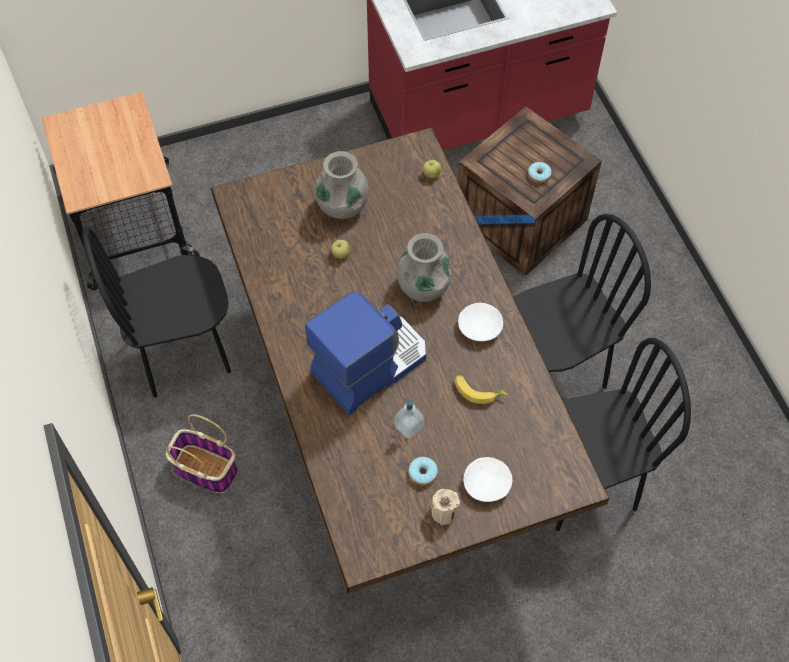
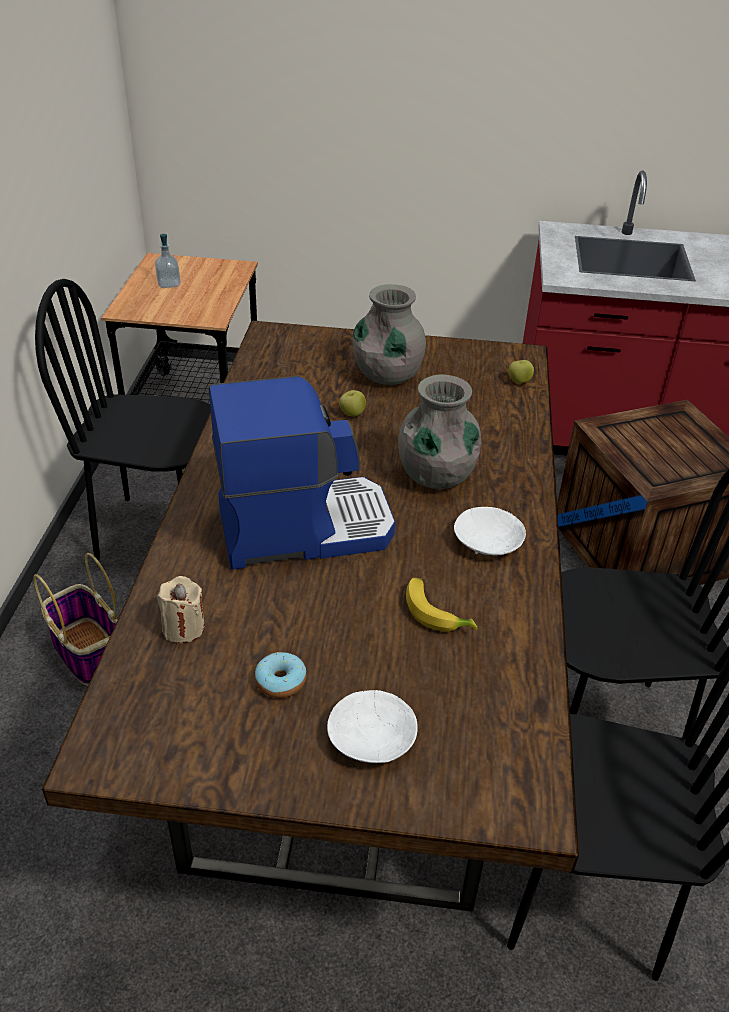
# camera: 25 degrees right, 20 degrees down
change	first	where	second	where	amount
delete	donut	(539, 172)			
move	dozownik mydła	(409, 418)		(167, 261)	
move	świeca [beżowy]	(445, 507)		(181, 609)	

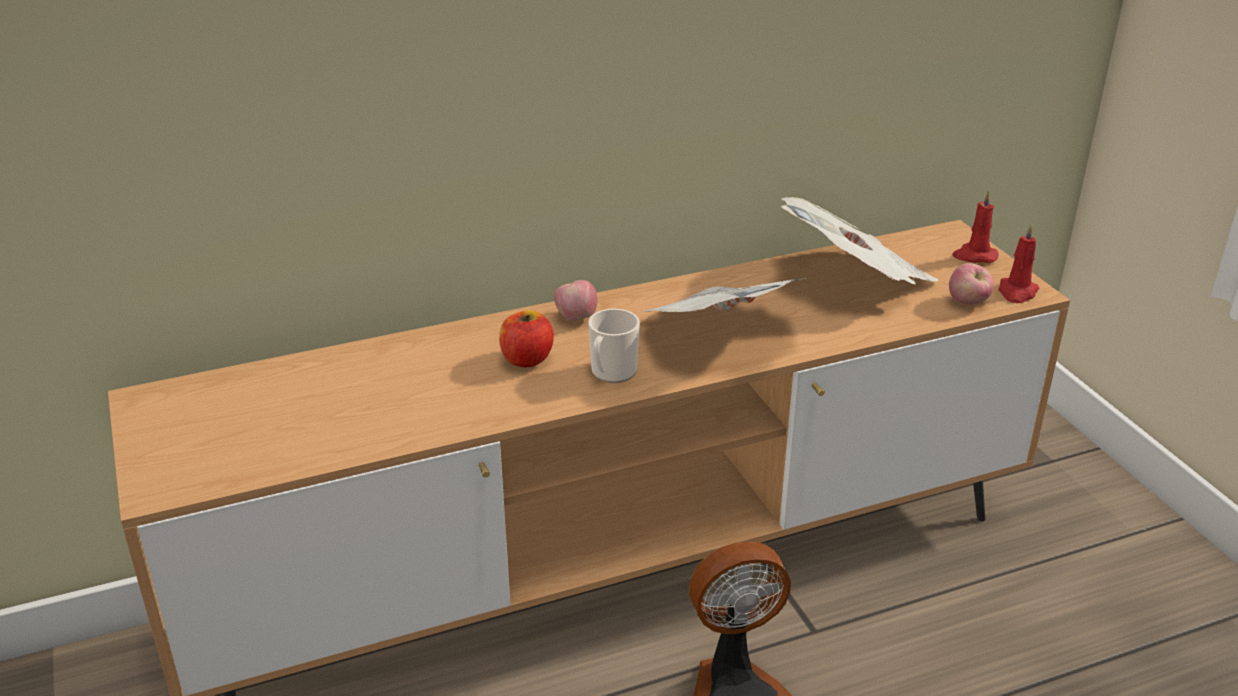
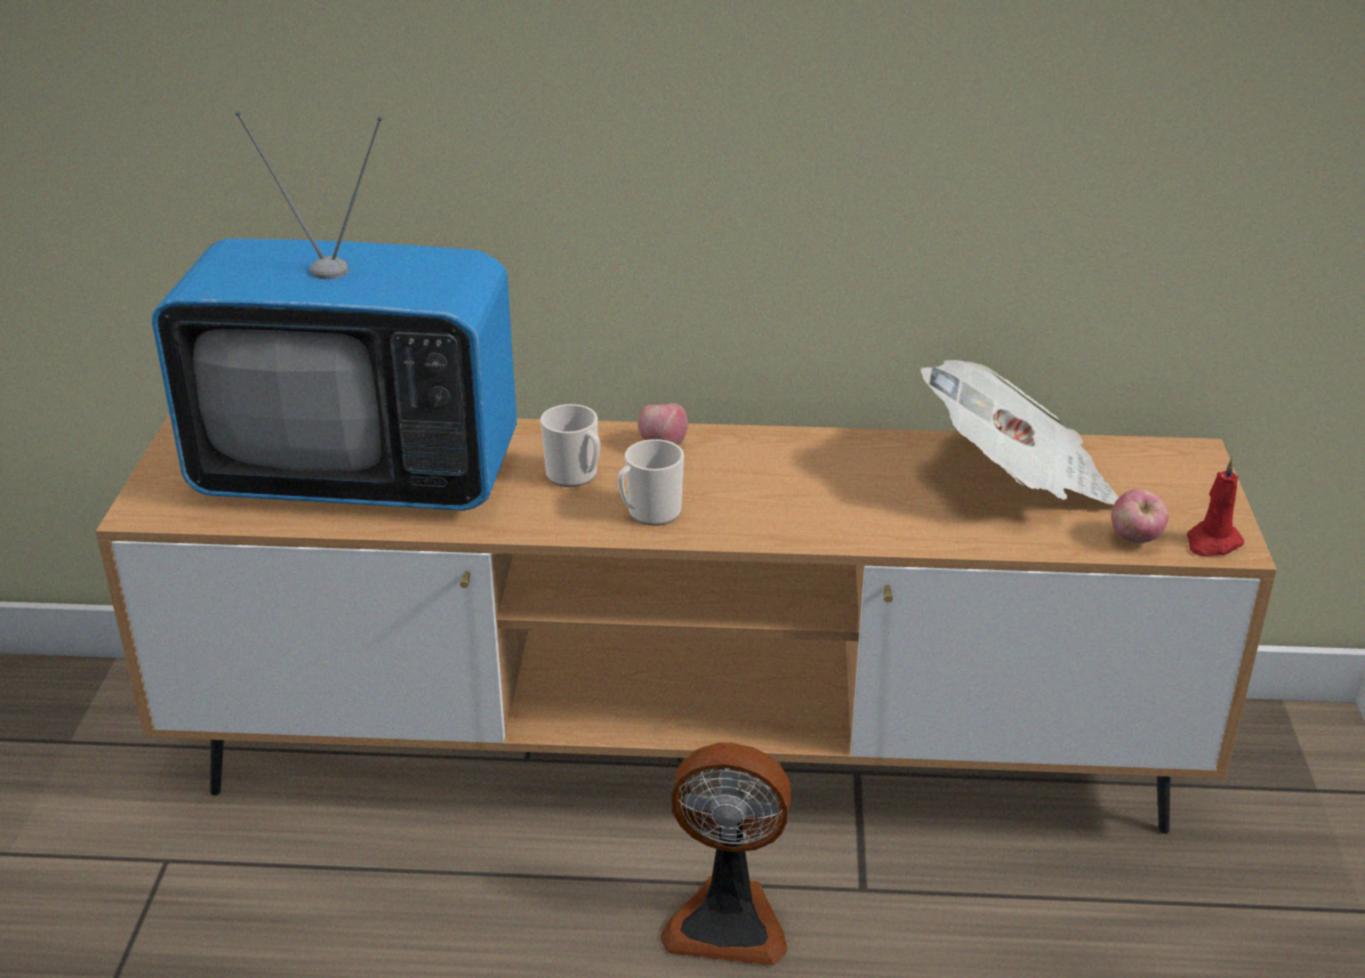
# camera: 25 degrees right, 0 degrees up
change	first	where	second	where	amount
delete	świeca [czerwony]	(975, 227)			
delete	gazeta	(722, 295)			
replace	jabłko	(526, 338)	kubek	(570, 445)	
insert			telewizor	(334, 311)	

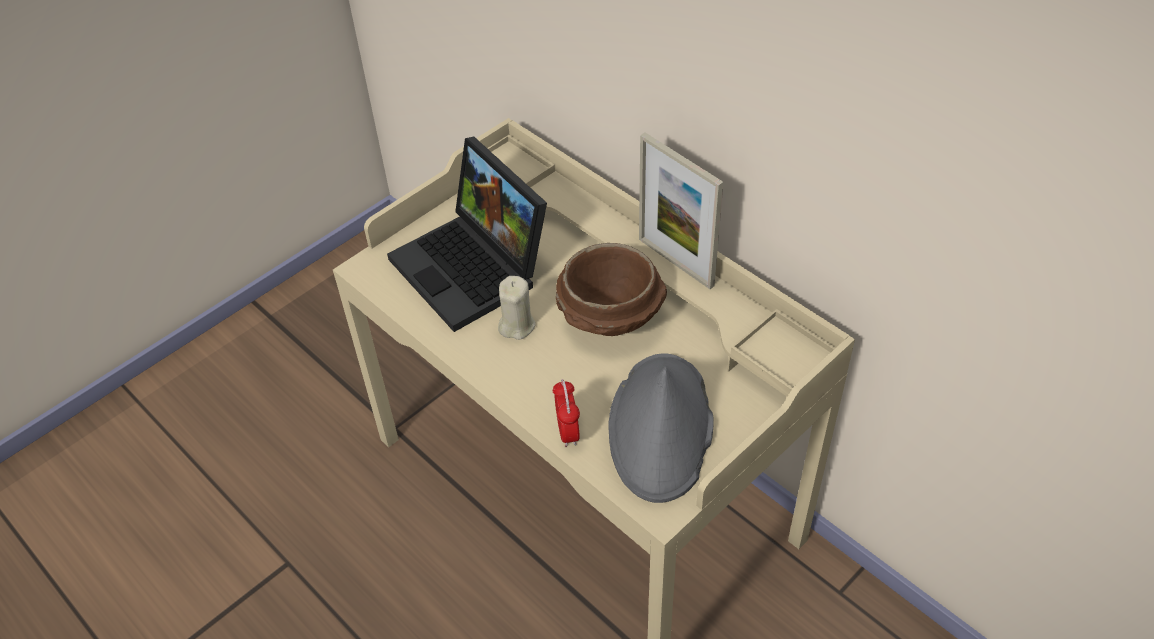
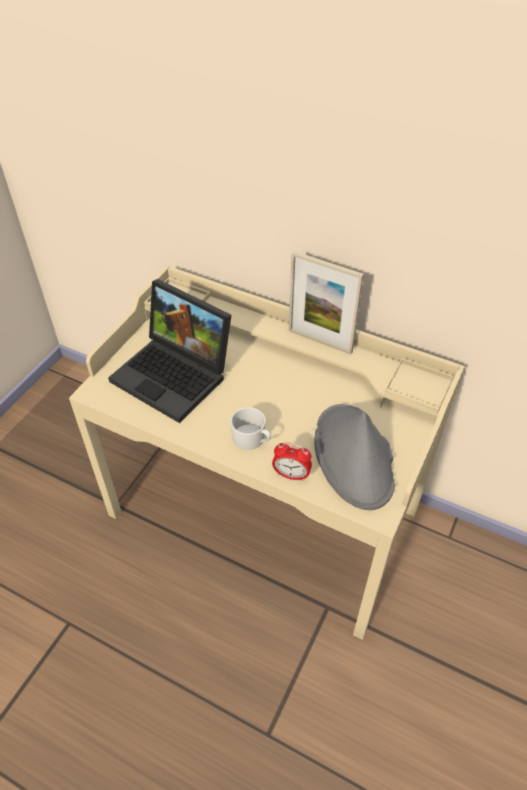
# camera: 20 degrees left, 0 degrees up
change	first	where	second	where	amount
delete	miska [brązowy]	(611, 289)			
delete	świeca [beżowy]	(517, 308)			
rotate	budzik	(566, 413)		(292, 461)	135 degrees clockwise
insert			kubek [biały]	(250, 428)	

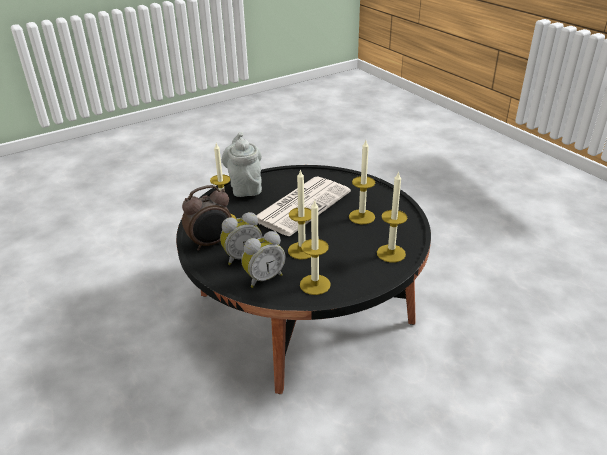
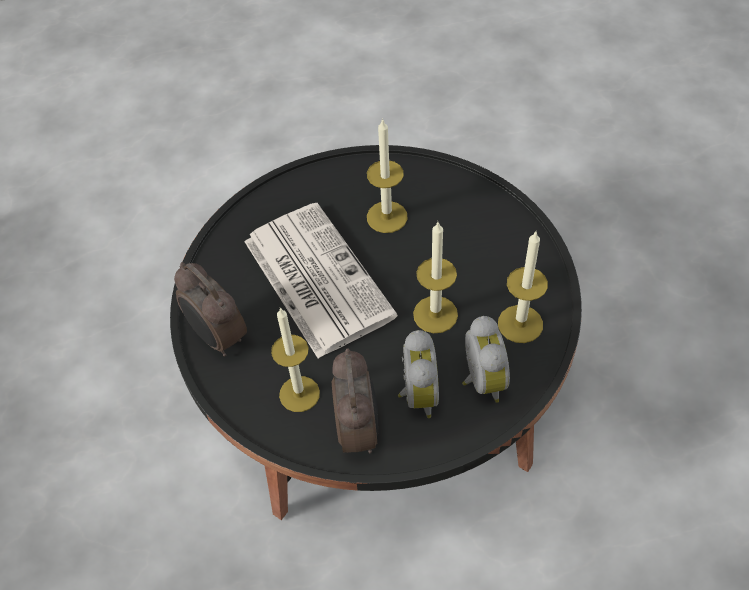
# camera: 65 degrees left, 20 degrees up
change	first	where	second	where	amount
replace	imbryk [szary]	(242, 164)	budzik	(210, 309)	
delete	świeca	(392, 216)			

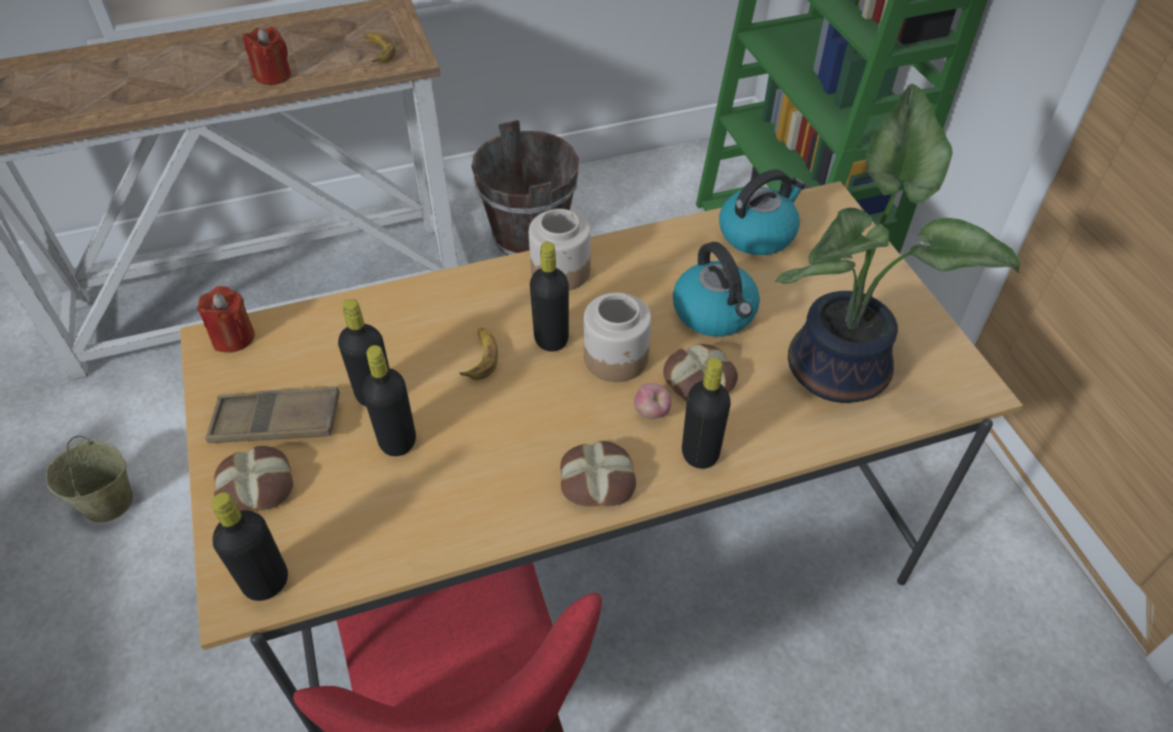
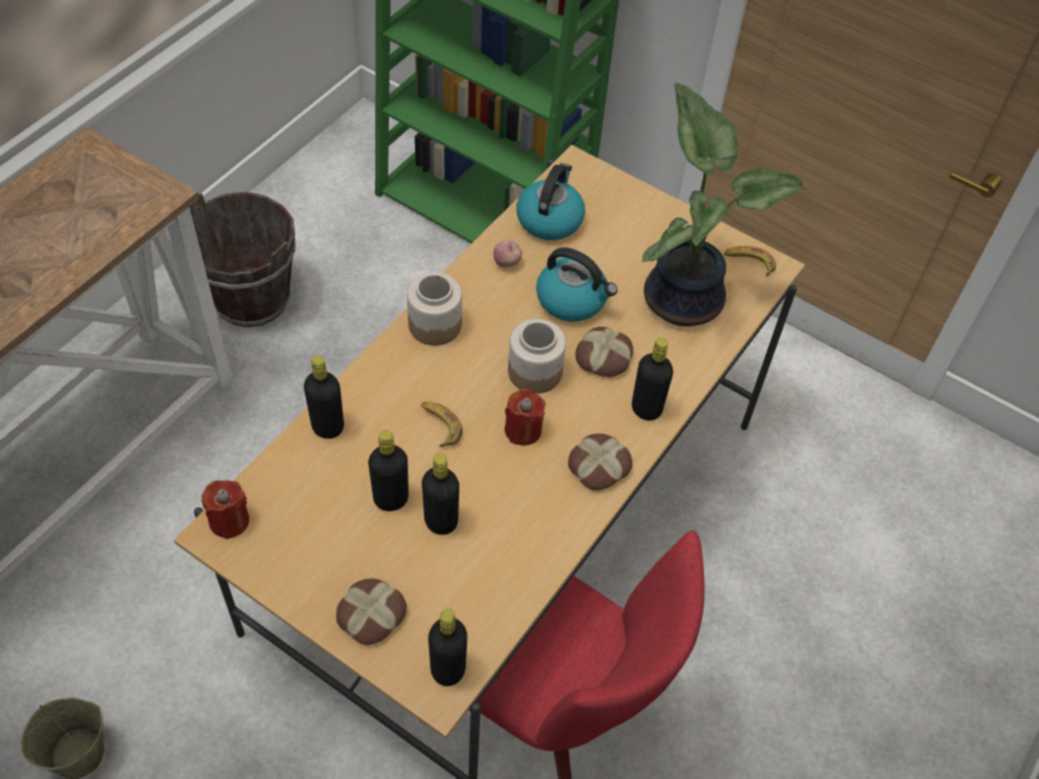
# camera: 40 degrees left, 5 degrees up
change	first	where	second	where	amount
move	świeca [czerwony]	(267, 56)		(525, 417)	
move	banan	(380, 48)		(750, 261)	
move	butelka [czarny]	(549, 297)		(324, 397)	
move	jabłko	(652, 401)		(507, 254)	
delete	taca [brązowy]	(272, 414)			

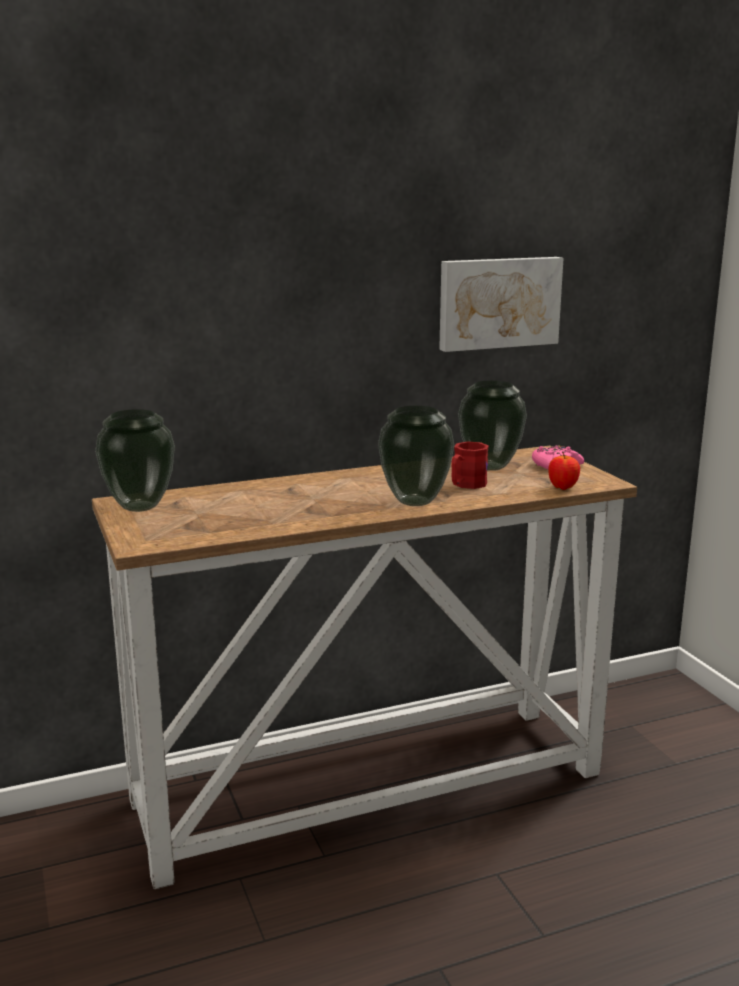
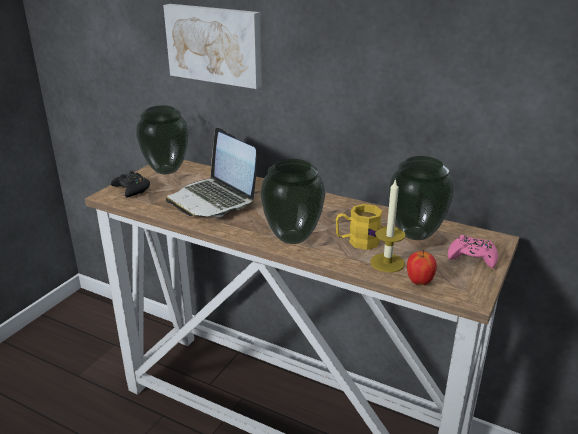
# camera: 50 degrees right, 10 degrees up
change	first	where	second	where	amount
move	obraz	(501, 304)		(212, 46)	
recolor	kubek [czerwony]	(470, 465)	kubek [żółty]	(359, 227)	
insert			laptop	(211, 172)	
insert			pad do gier [czarny]	(130, 183)	
insert			świeca	(388, 225)	

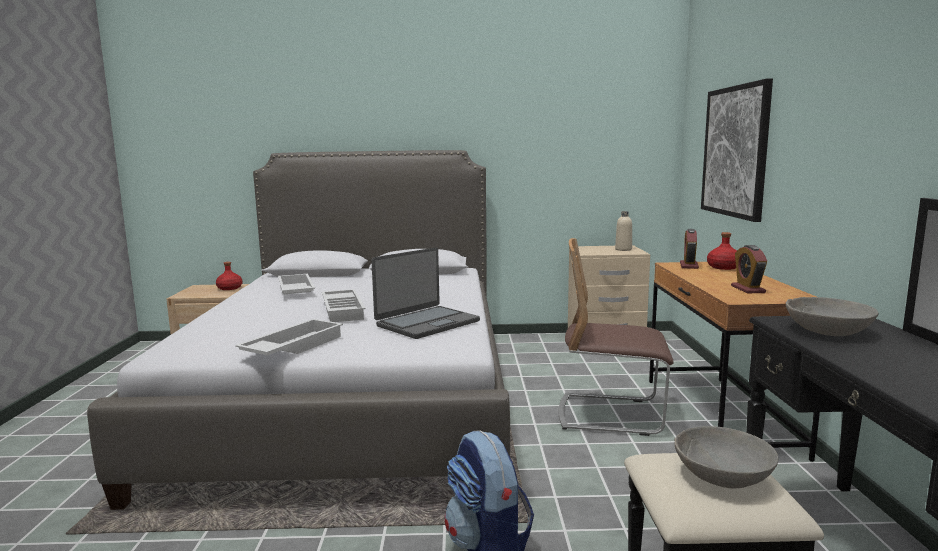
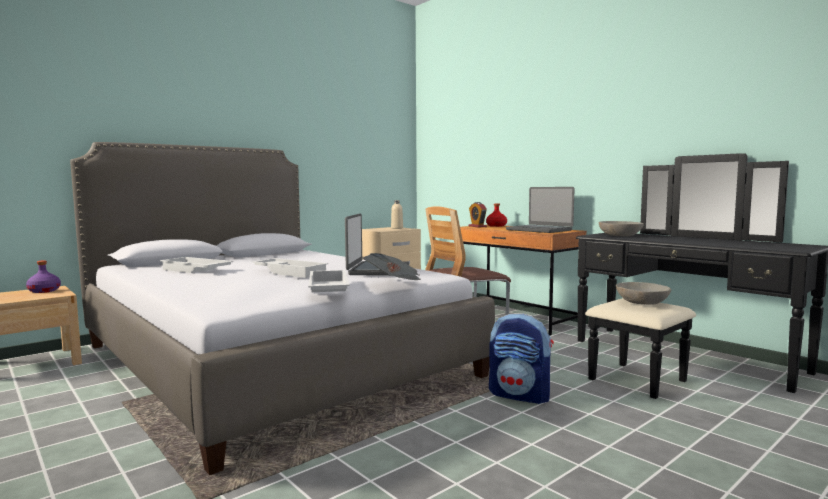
# camera: 40 degrees left, 5 degrees down
change	first	where	second	where	amount
delete	obraz	(737, 150)			
replace	budzik	(749, 269)	laptop	(540, 210)	
recolor	butelka [czerwony]	(229, 276)	butelka [fioletowy]	(43, 276)	
insert			gazeta	(392, 266)	

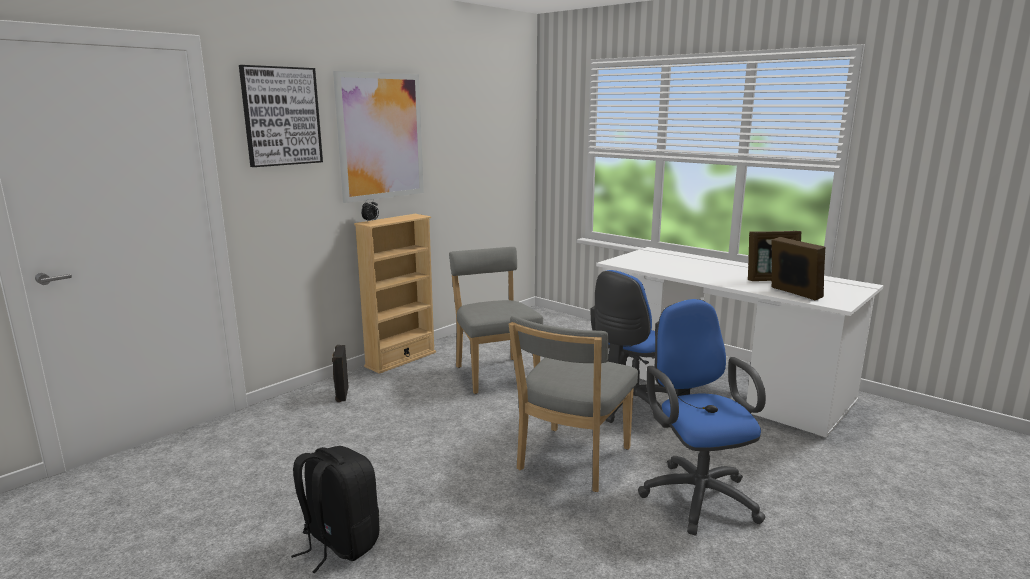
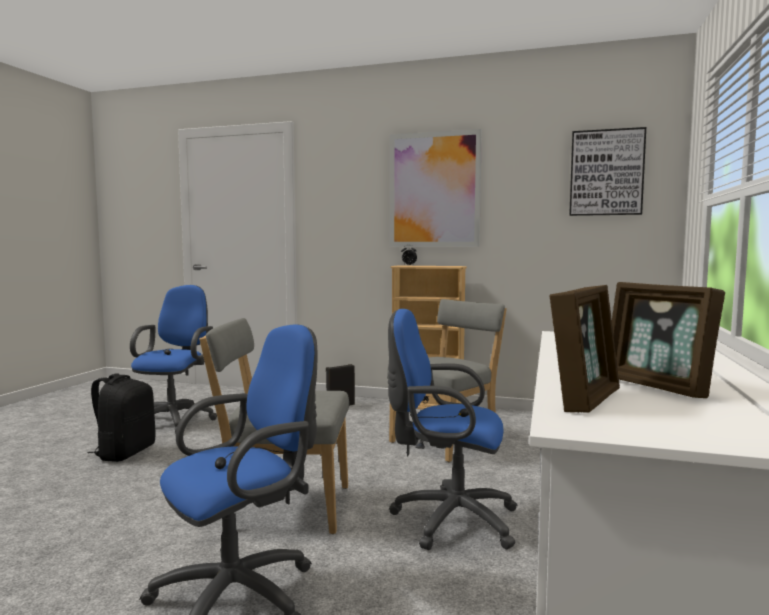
# camera: 65 degrees right, 10 degrees down
change	first	where	second	where	amount
move	obraz	(281, 116)		(607, 171)	
insert			krzesło biurowe [niebieski]	(173, 359)	

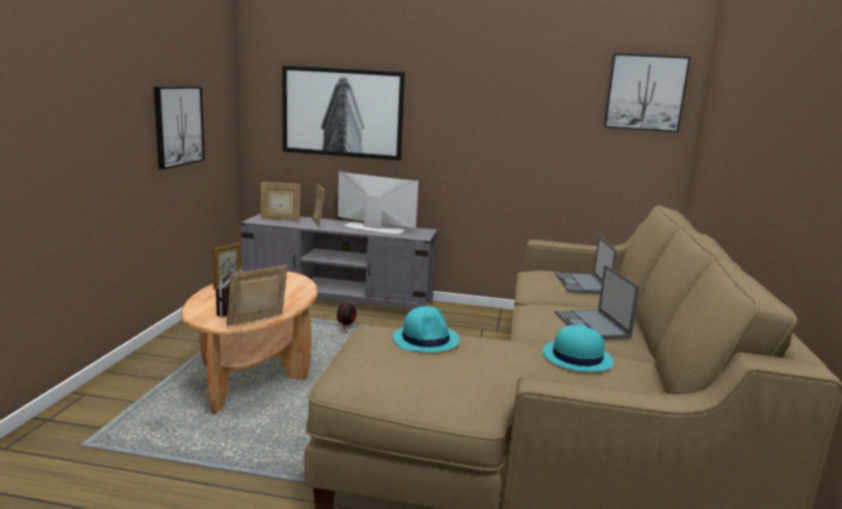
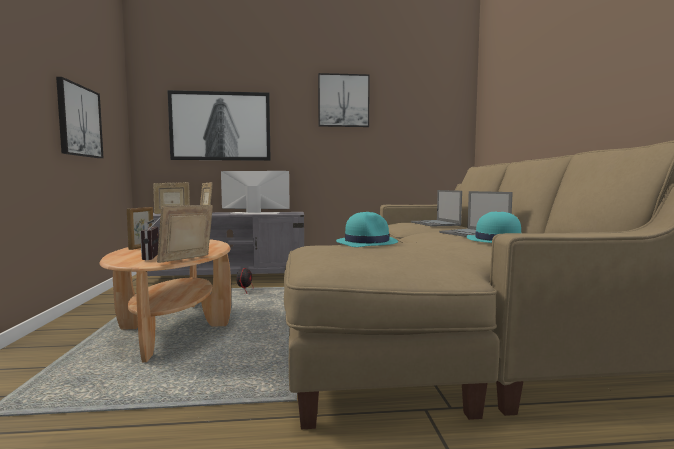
# camera: 15 degrees left, 10 degrees down
change	first	where	second	where	amount
move	obraz	(647, 92)		(344, 100)	

